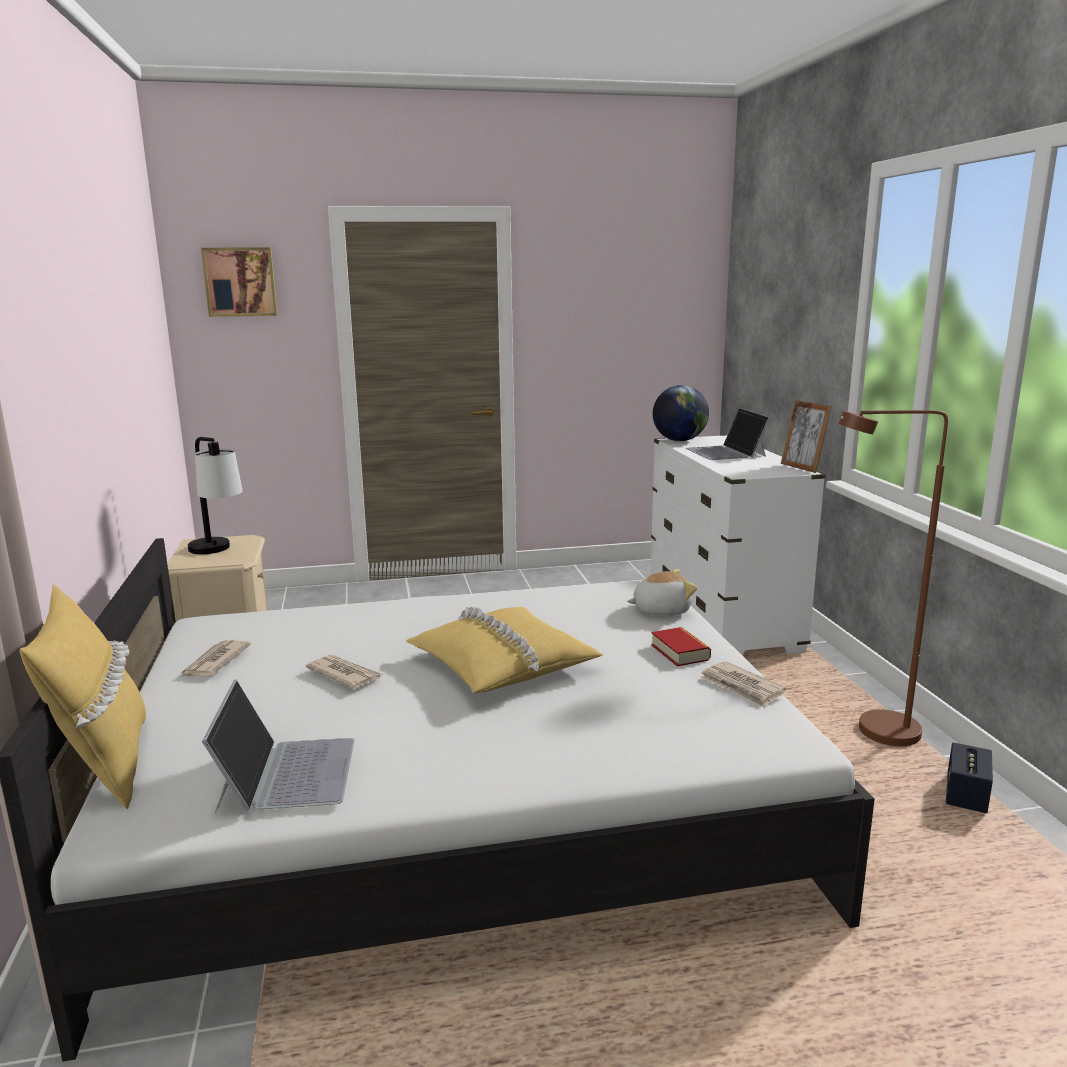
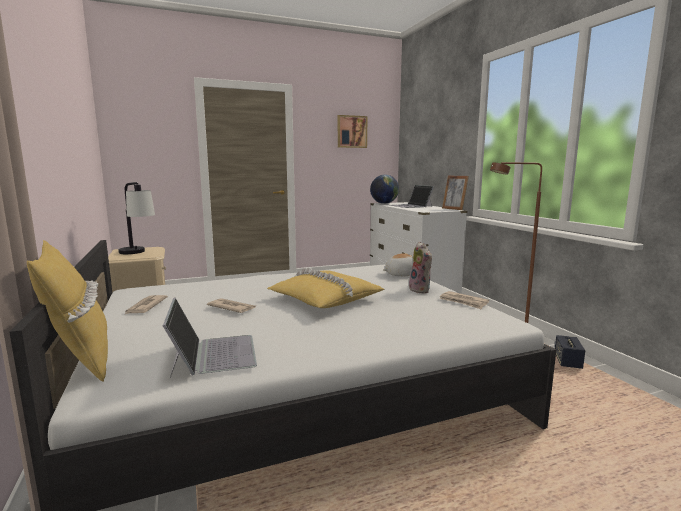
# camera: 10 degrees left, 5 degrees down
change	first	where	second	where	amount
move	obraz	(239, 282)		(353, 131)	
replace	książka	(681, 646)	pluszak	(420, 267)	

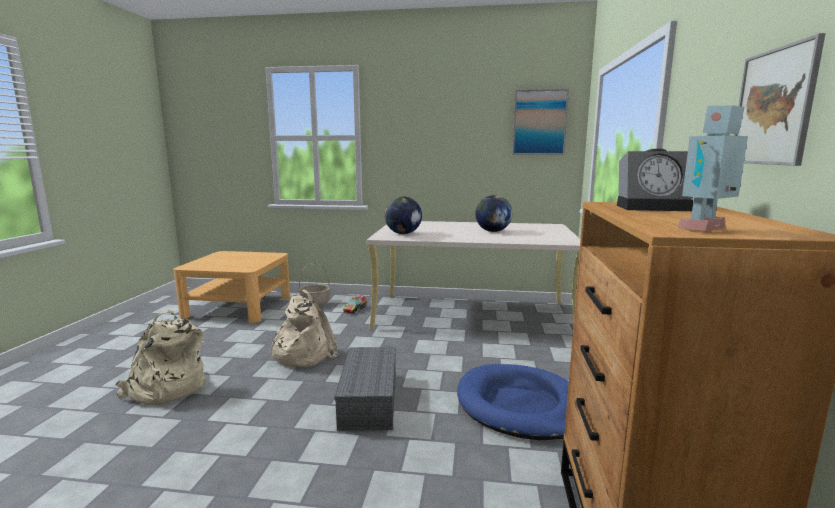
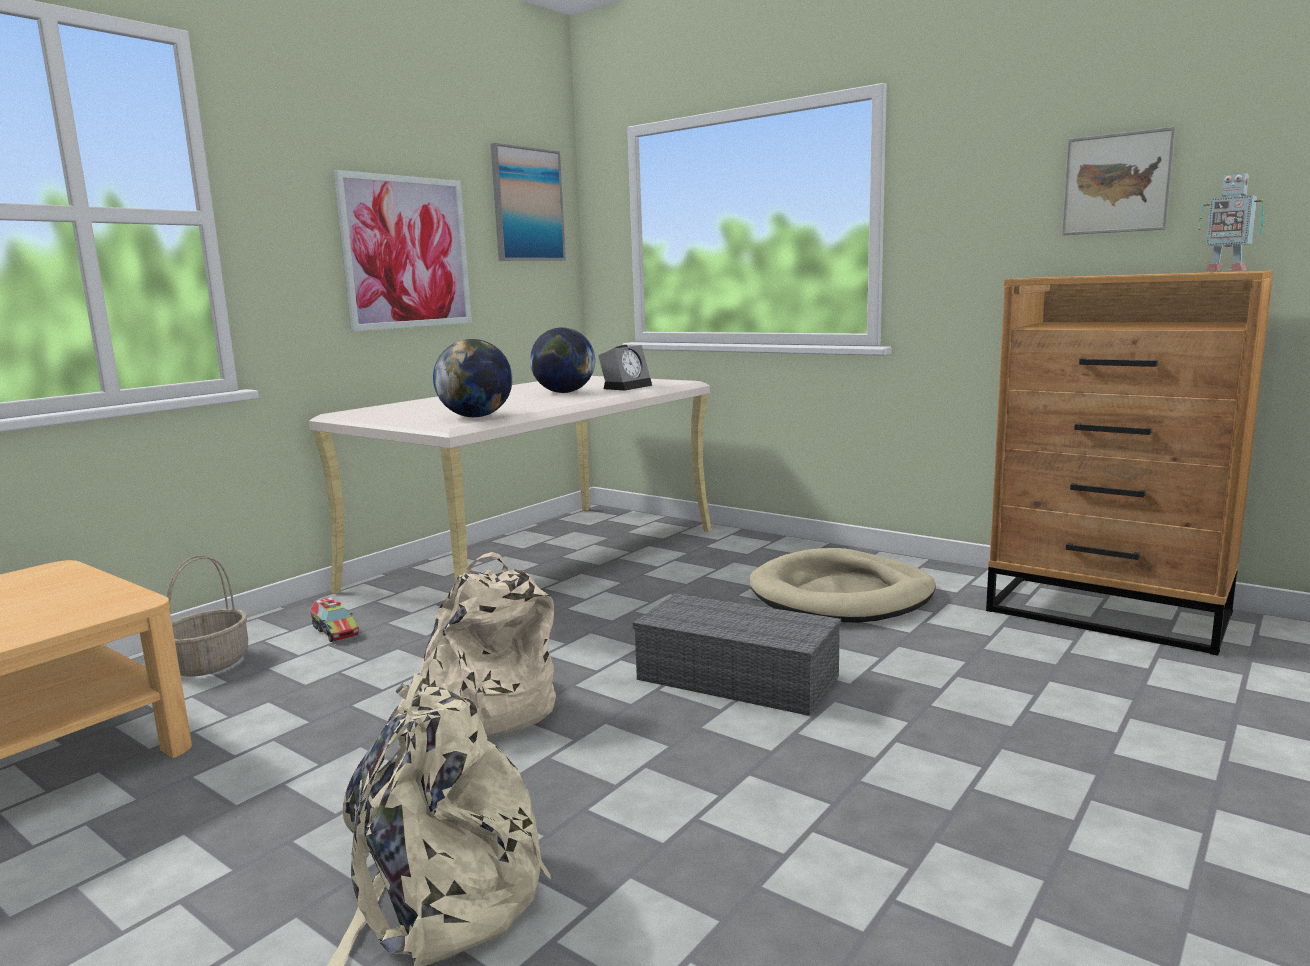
# camera: 60 degrees left, 0 degrees up
change	first	where	second	where	amount
rotate	robot zabawkowy	(713, 168)		(1231, 222)	45 degrees counterclockwise
move	budzik	(655, 179)		(625, 368)	
recolor	legowisko [niebieski]	(513, 402)	legowisko [beżowy]	(842, 585)	
insert			obraz	(403, 250)	

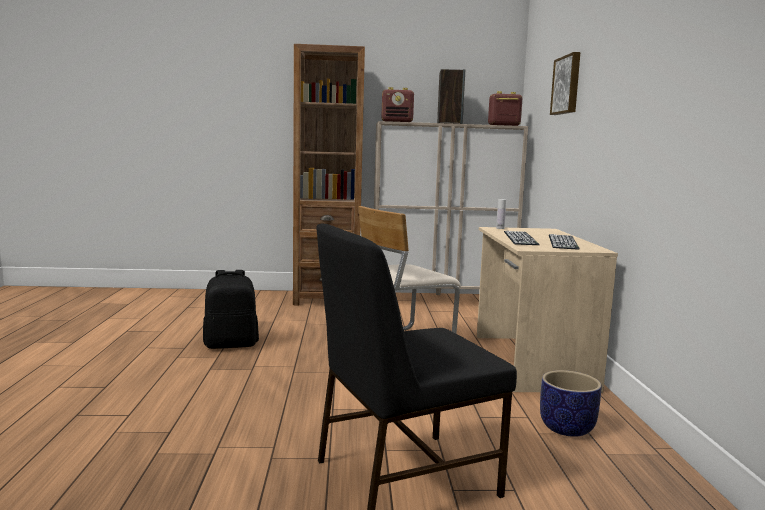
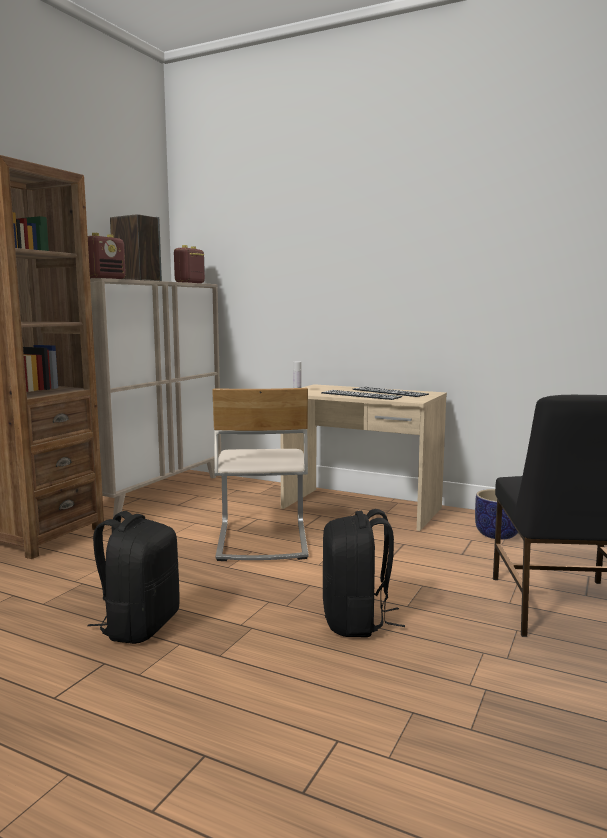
# camera: 60 degrees left, 0 degrees up
change	first	where	second	where	amount
delete	obraz	(565, 83)			
insert			plecak [czarny]	(364, 573)	

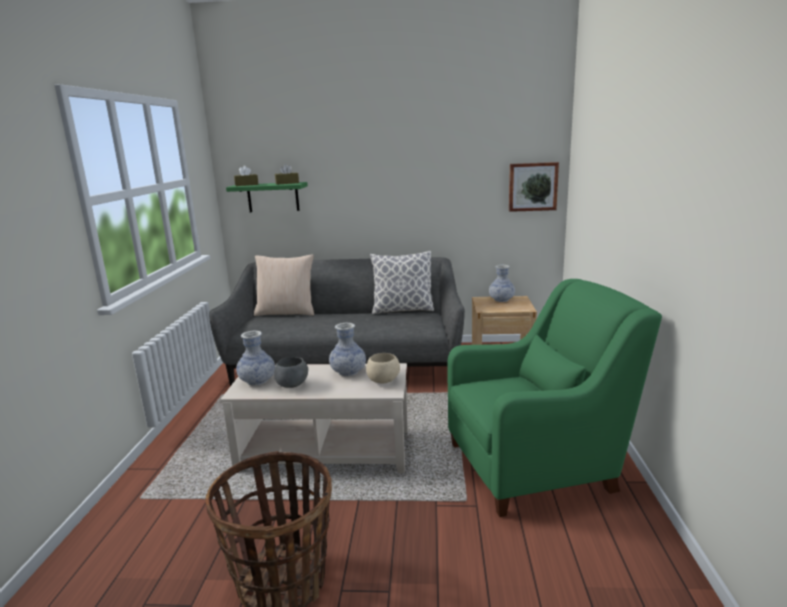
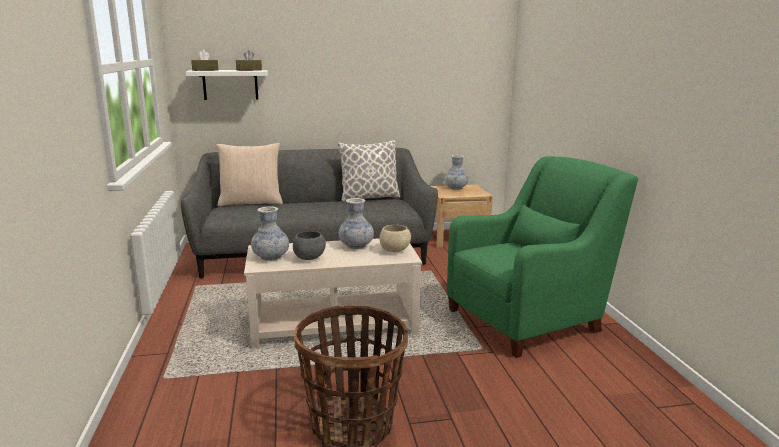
# camera: 15 degrees left, 0 degrees up
change	first	where	second	where	amount
delete	obraz	(534, 187)			
recolor	półka [zielony]	(267, 197)	półka [biały]	(227, 85)	

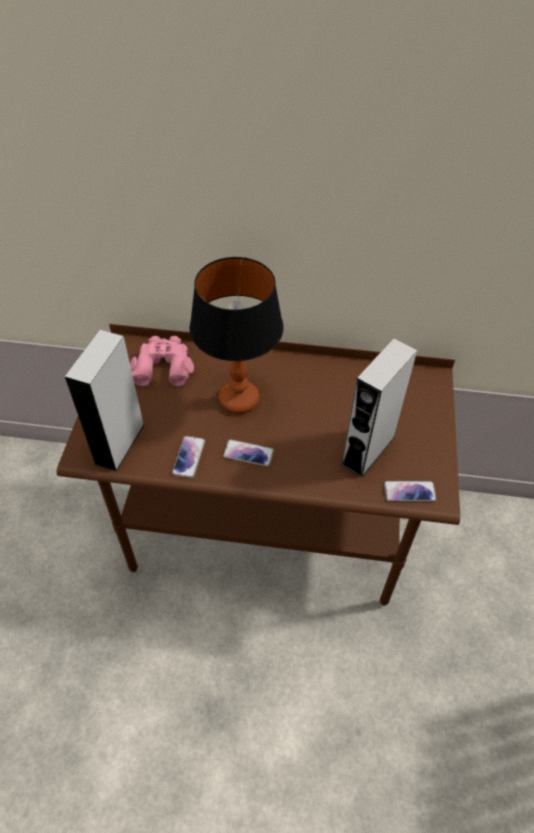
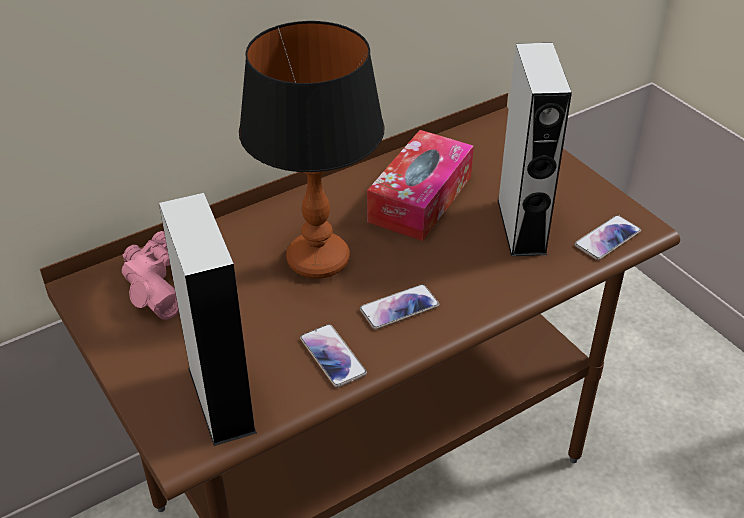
# camera: 40 degrees left, 10 degrees down
change	first	where	second	where	amount
insert			pudełko chusteczek	(420, 185)	

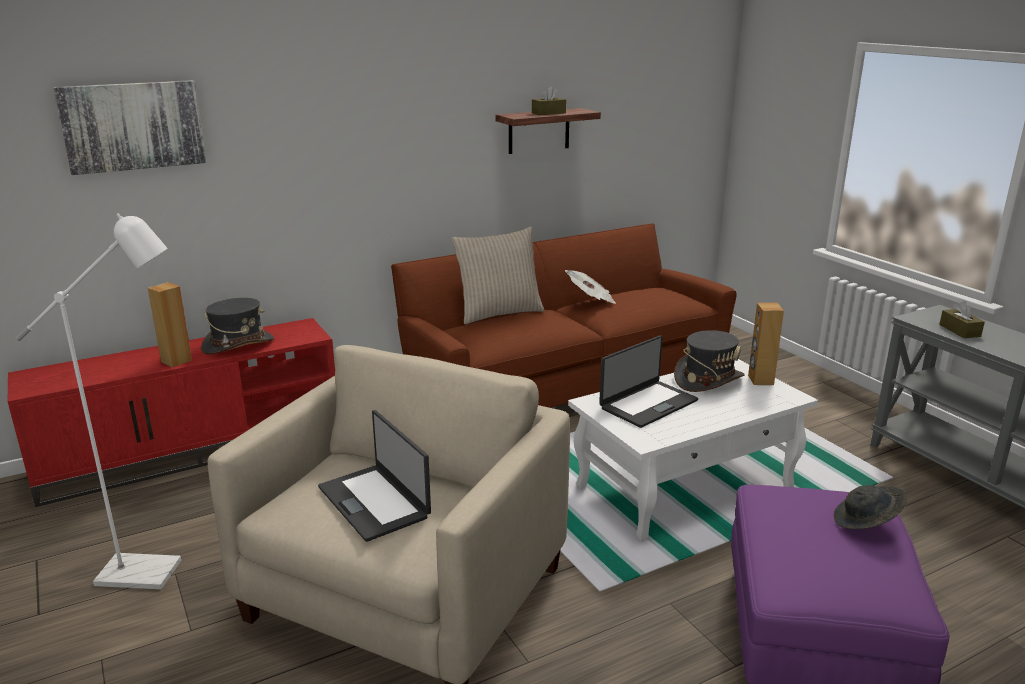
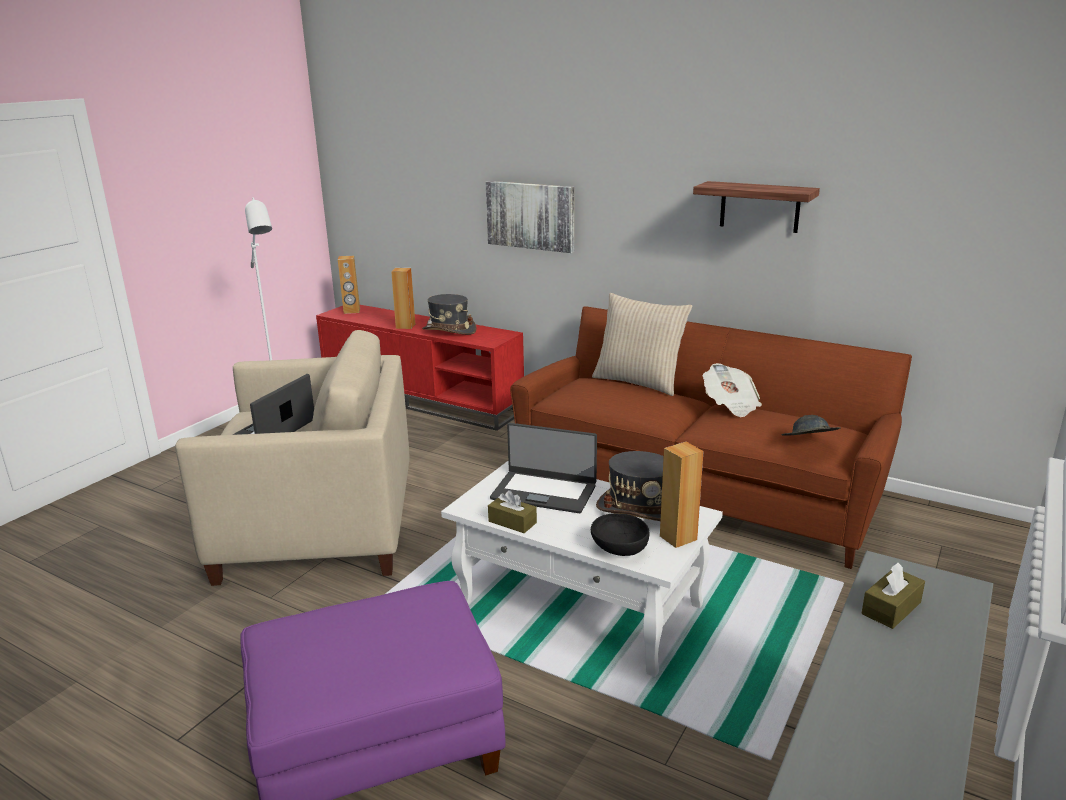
# camera: 60 degrees right, 0 degrees up
change	first	where	second	where	amount
move	obraz	(130, 127)		(530, 217)	
move	pudełko chusteczek [brązowy]	(549, 100)		(512, 511)	
move	kapelusz [szary]	(870, 507)		(811, 425)	
insert			głośnik [brązowy]	(349, 285)	
insert			miska [czarny]	(620, 534)	

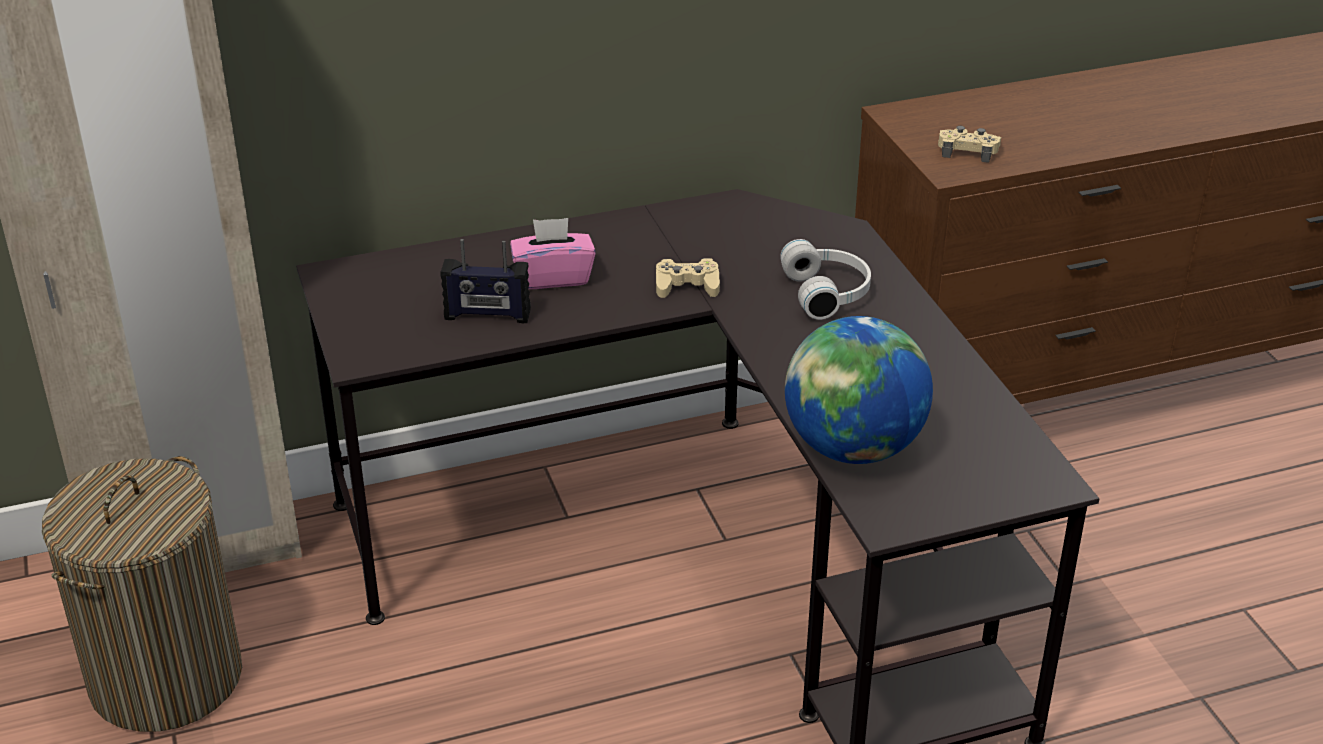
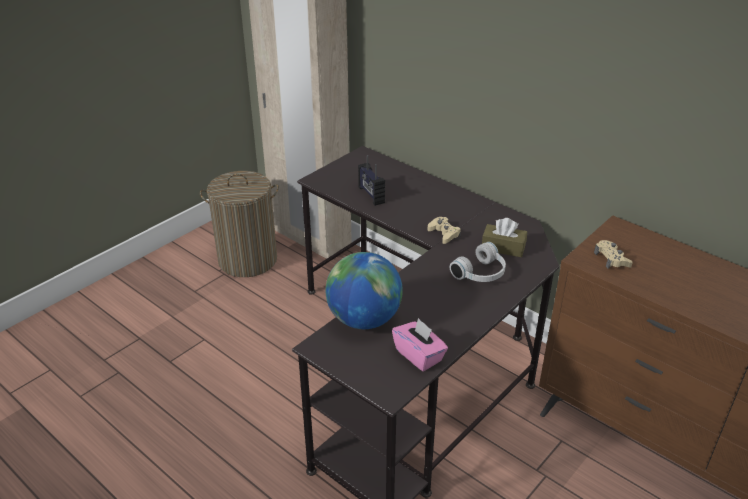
# camera: 60 degrees right, 0 degrees up
change	first	where	second	where	amount
move	pudełko chusteczek [różowy]	(553, 253)		(420, 344)	
insert			pudełko chusteczek [brązowy]	(504, 237)	

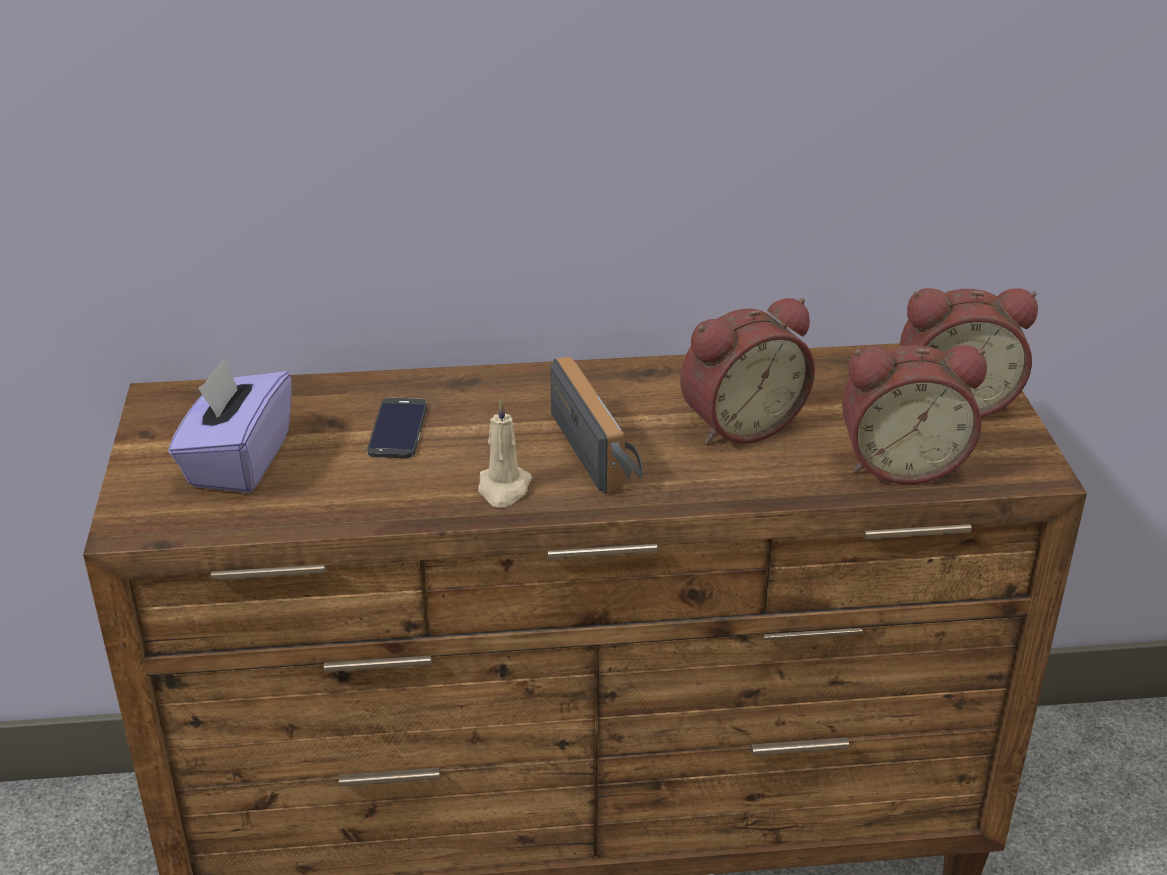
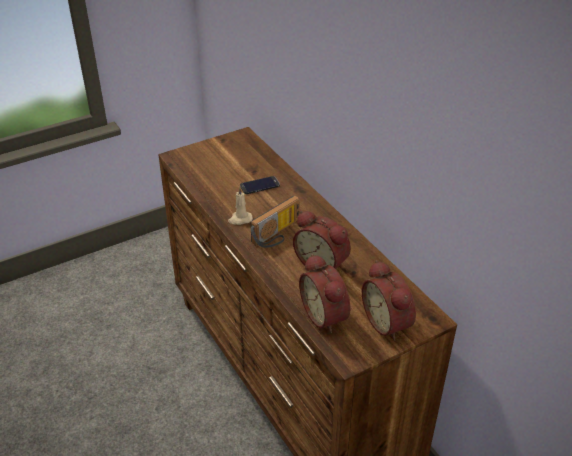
# camera: 65 degrees right, 5 degrees up
change	first	where	second	where	amount
delete	pudełko chusteczek [fioletowy]	(230, 425)			

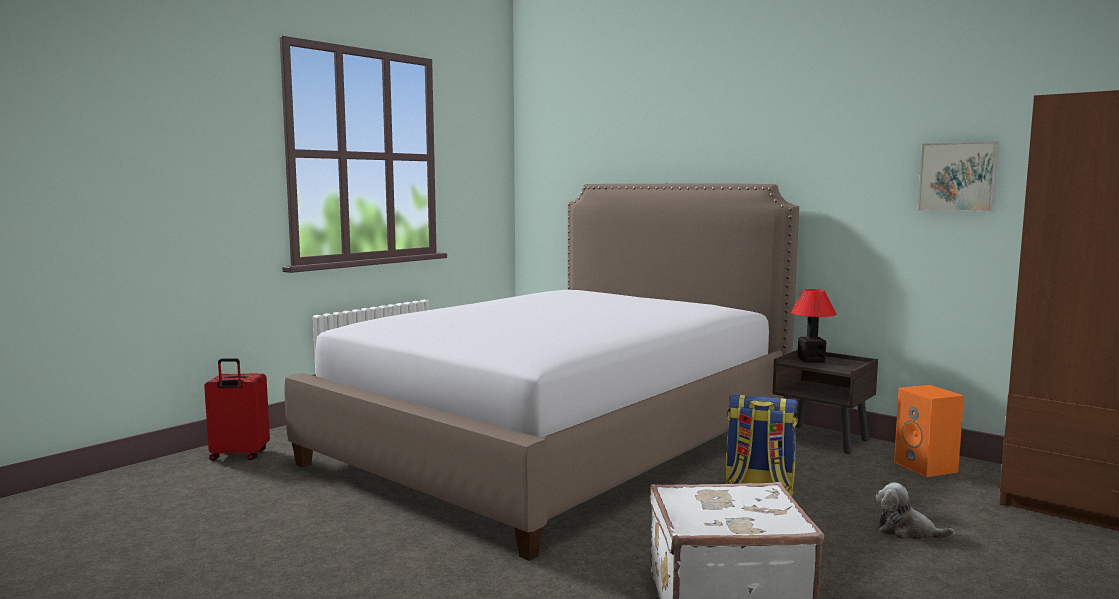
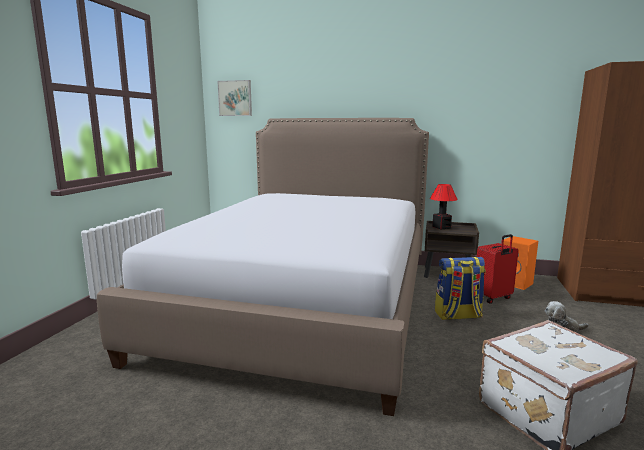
# camera: 25 degrees left, 5 degrees up
change	first	where	second	where	amount
move	obraz	(958, 176)		(234, 98)	
move	walizka [czerwony]	(237, 409)		(498, 269)	

